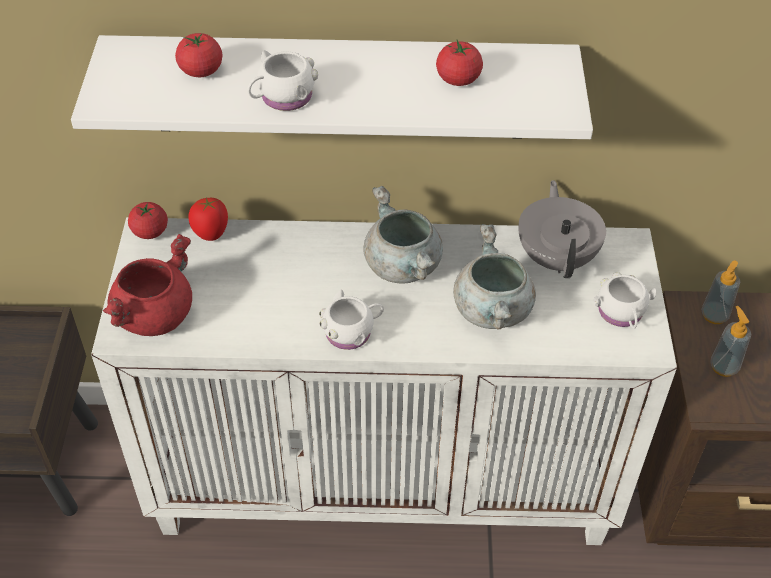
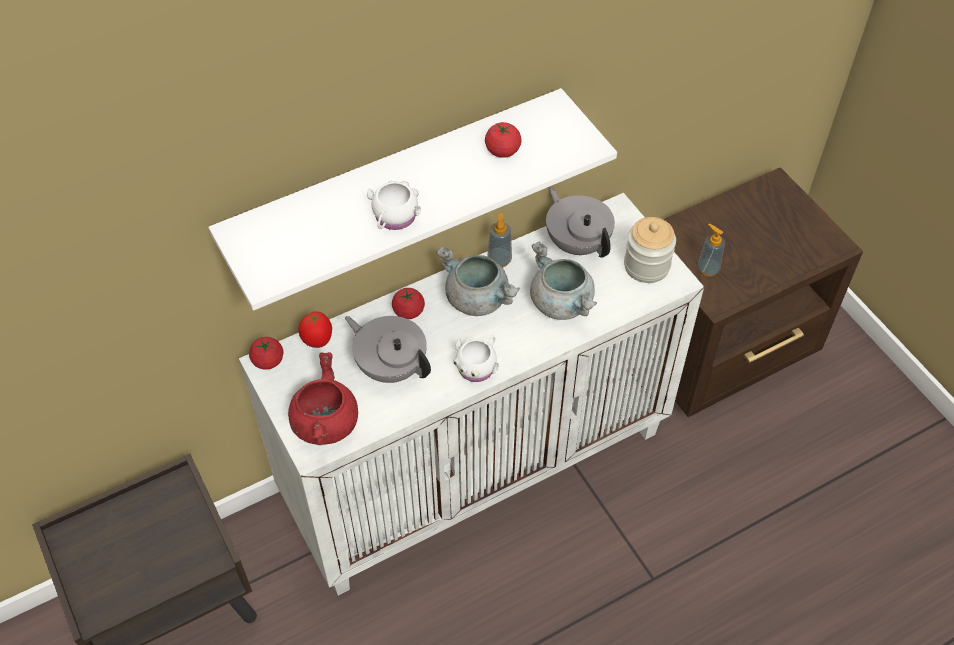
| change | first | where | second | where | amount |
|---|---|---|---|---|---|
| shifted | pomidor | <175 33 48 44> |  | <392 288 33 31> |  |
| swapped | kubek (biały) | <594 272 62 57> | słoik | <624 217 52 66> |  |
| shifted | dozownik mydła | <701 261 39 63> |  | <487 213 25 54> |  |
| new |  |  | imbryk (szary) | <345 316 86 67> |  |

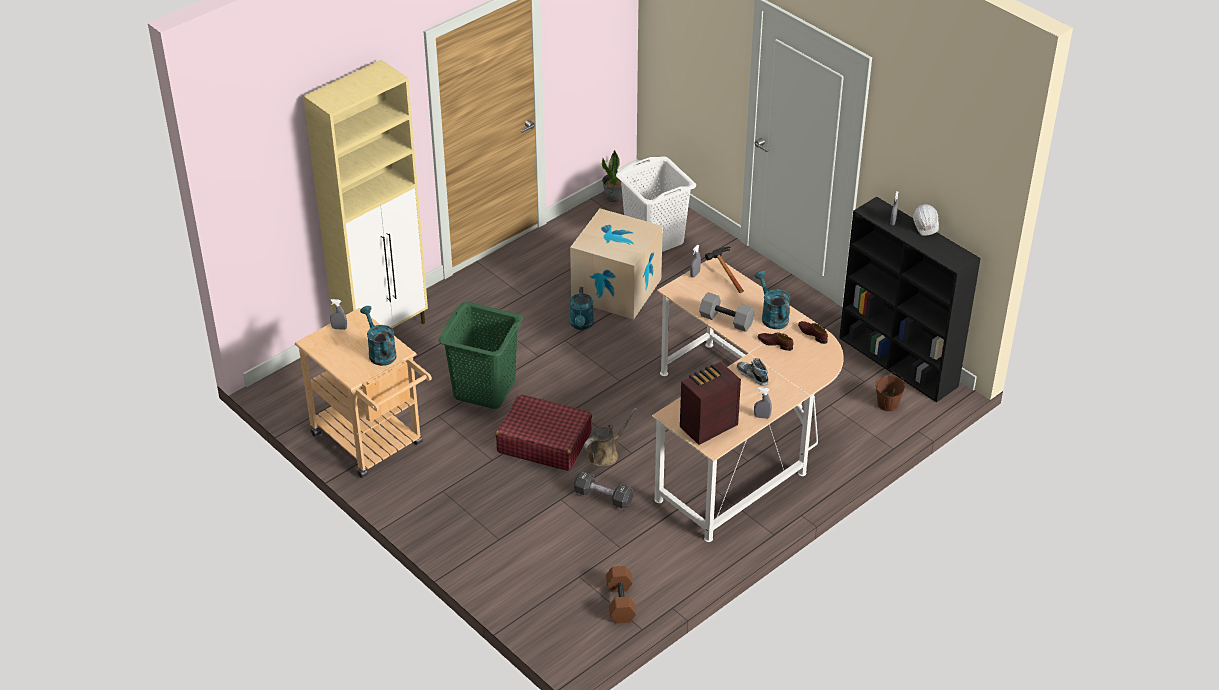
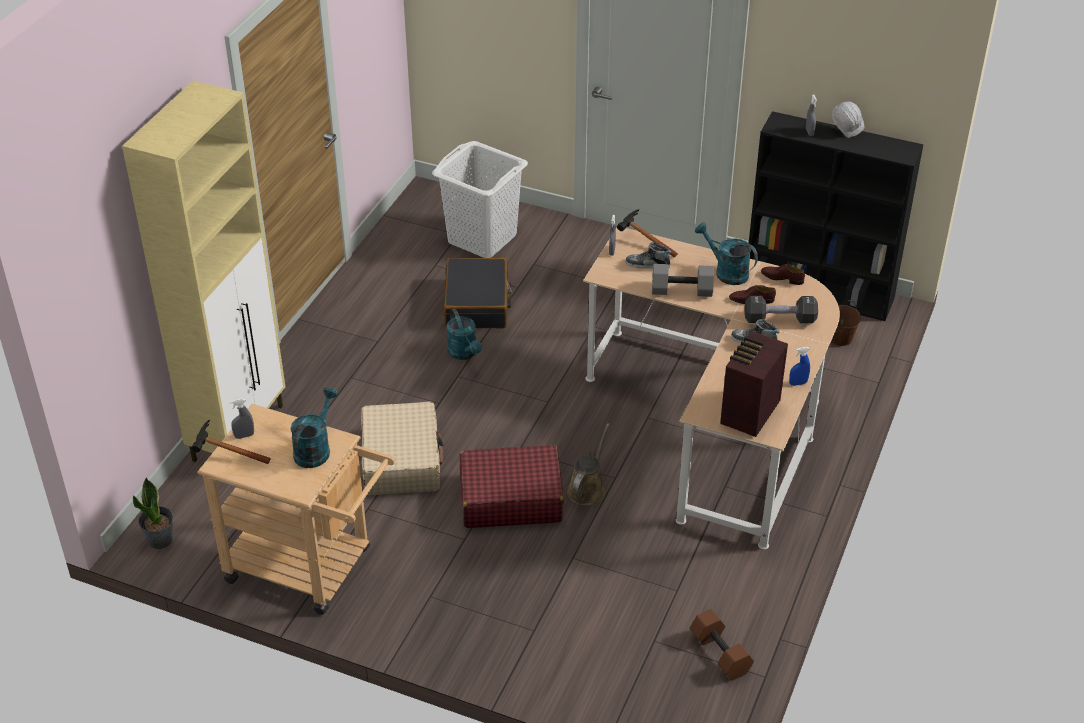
| change | first | where | second | where | amount |
|---|---|---|---|---|---|
| rotated | konewka (turkusowy) | <360 306 36 60> |  | <290 387 48 81> | 75 degrees clockwise |
| swapped | kosz na pranie (zielony) | <438 302 85 107> | walizka (beżowy) | <361 401 82 94> |  |
| swapped | karton | <570 209 93 110> | walizka (czarny) | <443 258 69 70> |  |
| shifted | hantel (czarny) | <574 471 59 38> |  | <745 296 73 28> |  |
| shifted | roślina doniczkowa | <602 150 20 52> |  | <133 477 40 72> |  |
| repainted | spryskiwacz (szary) | <754 387 18 32> | spryskiwacz (niebieski) | <789 347 21 39> |  |
| new |  |  | młotek | <192 420 79 44> |  |
| new |  |  | but | <626 242 45 27> |  |

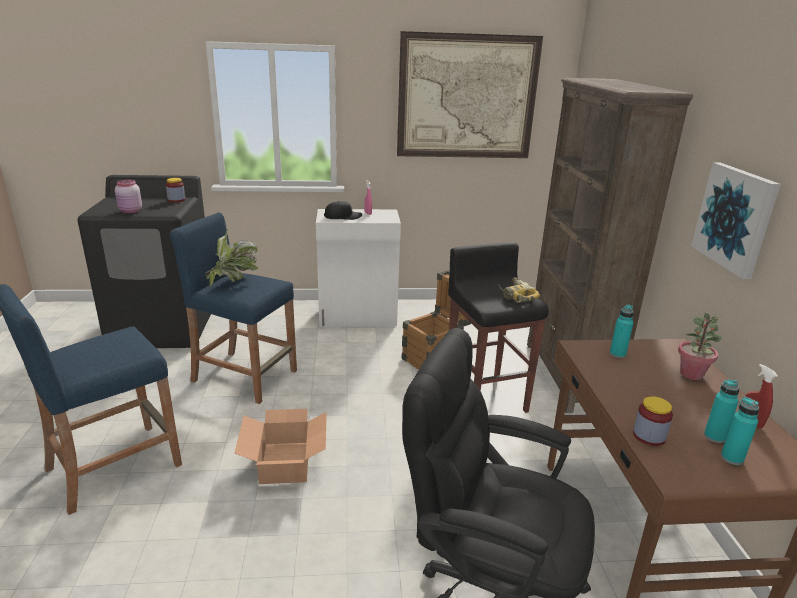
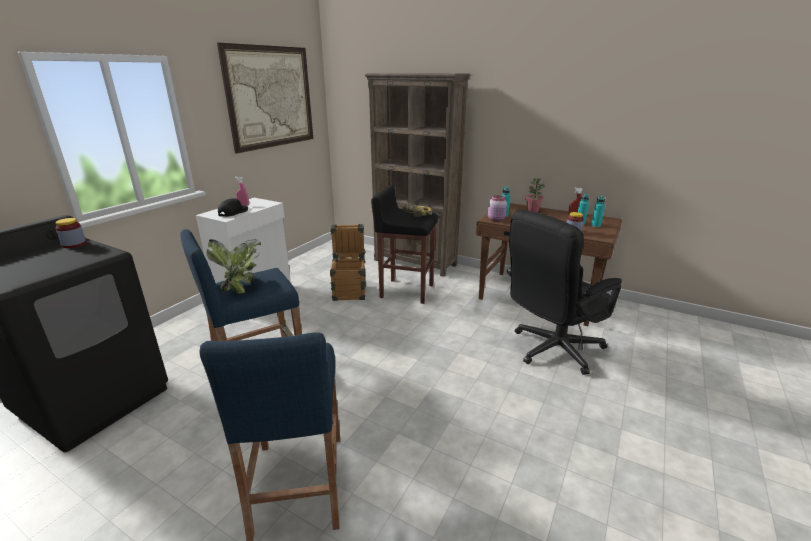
| change | first | where | second | where | amount |
|---|---|---|---|---|---|
| shifted | słoik (różowy) | <115 180 27 34> |  | <488 195 19 27> |  |
| gone | karton | <234 409 93 75> |  |  |  |
| gone | obraz | <691 162 90 117> |  |  |  |

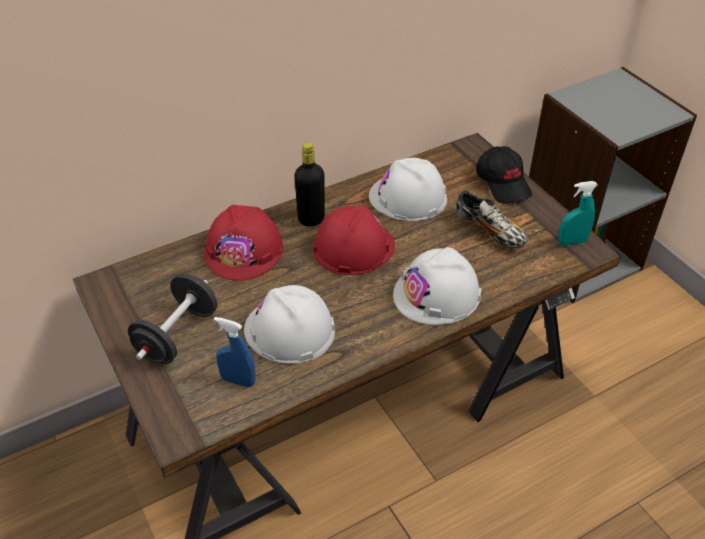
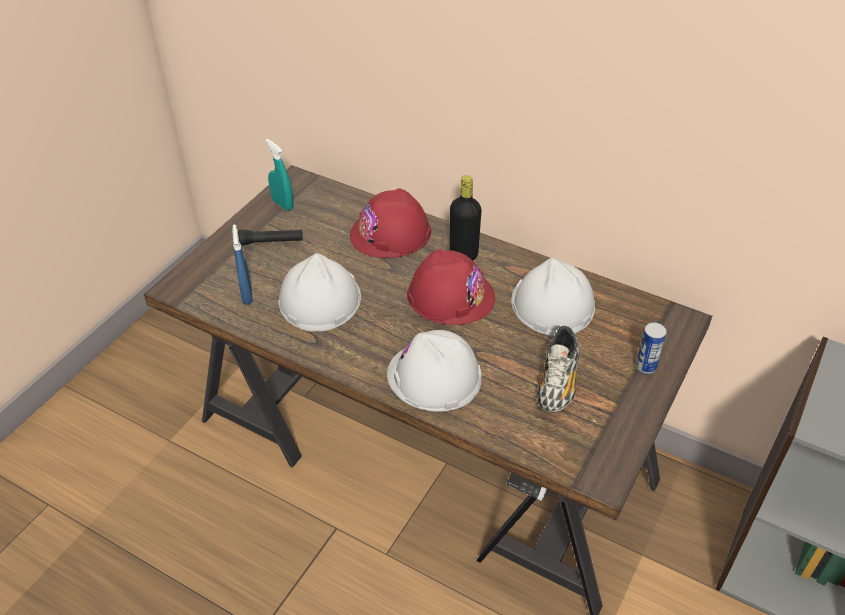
| change | first | where | second | where | amount |
|---|---|---|---|---|---|
| swapped | hantel (czarny) | <128 274 89 90> | latarka (czarny) | <238 230 64 15> |  |
| swapped | czapka z daszkiem (czarny) | <476 146 56 58> | puszka | <636 323 31 51> |  |
| shifted | spryskiwacz (turkusowy) | <558 181 40 65> |  | <266 139 28 72> |  |

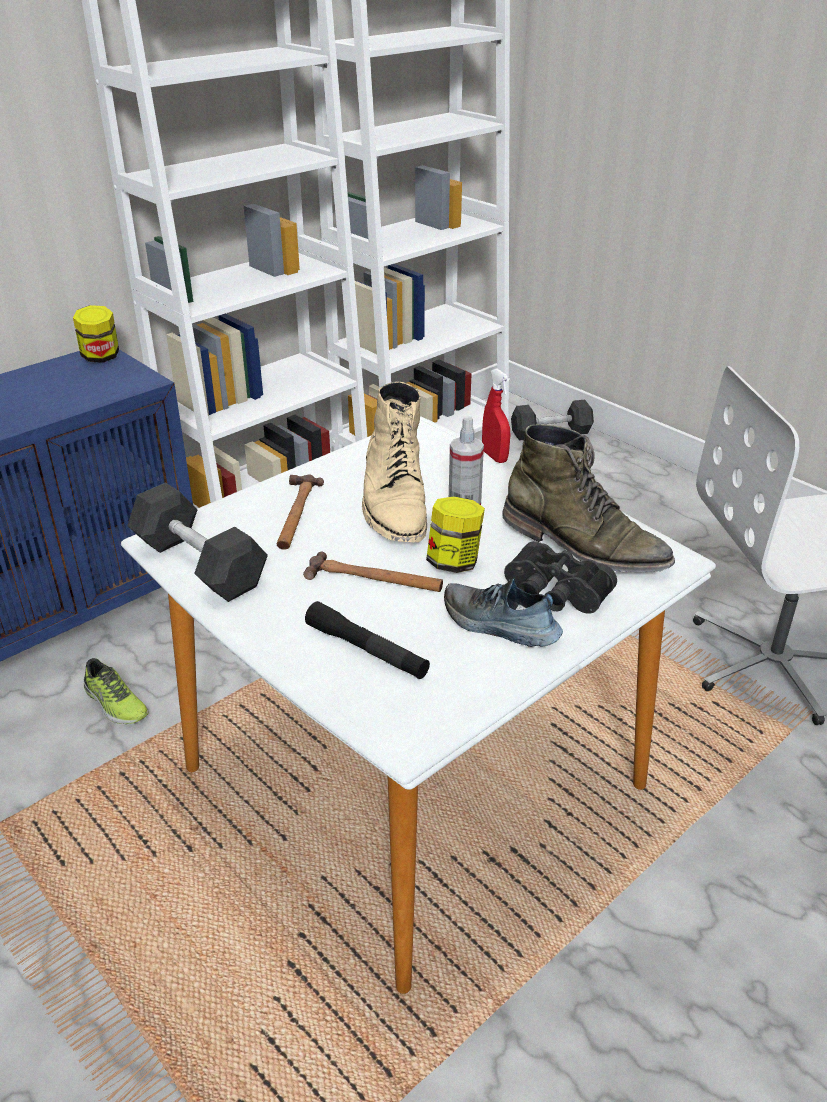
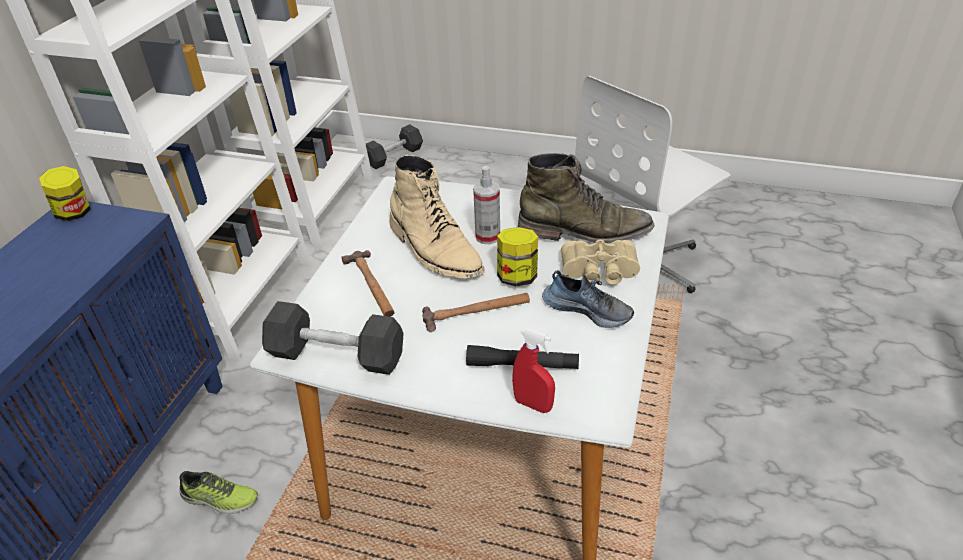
| change | first | where | second | where | amount |
|---|---|---|---|---|---|
| rotated | but | <444 578 119 69> |  | <542 270 92 58> | 150 degrees counterclockwise |
| shifted | spryskiwacz (czerwony) | <482 368 28 95> |  | <512 328 43 85> |  |
| repainted | lornetka (czarny) | <504 541 113 73> | lornetka (beżowy) | <561 240 79 45> |  |

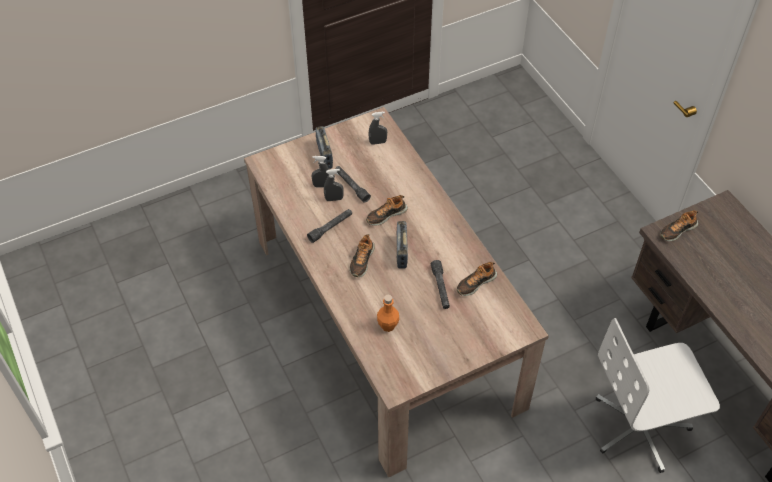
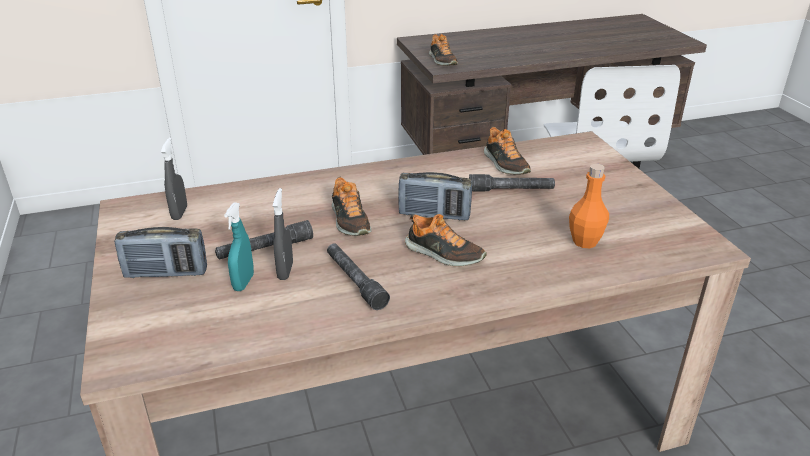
| change | first | where | second | where | amount |
|---|---|---|---|---|---|
| repainted | spryskiwacz (szary) | <312 156 17 32> | spryskiwacz (turkusowy) | <224 202 30 89> |  |

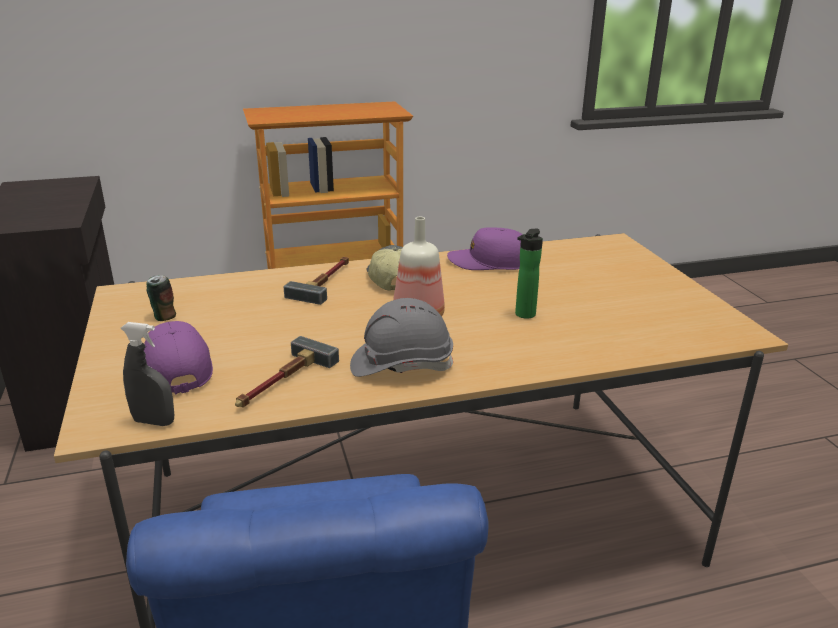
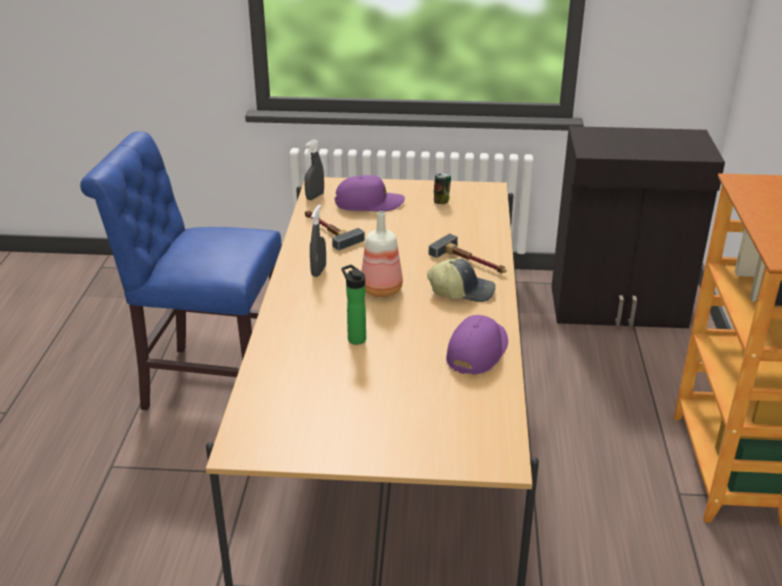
| change | first | where | second | where | amount |
|---|---|---|---|---|---|
| swapped | kask (szary) | <350 298 103 79> | spryskiwacz (szary) | <310 204 16 73> |  |

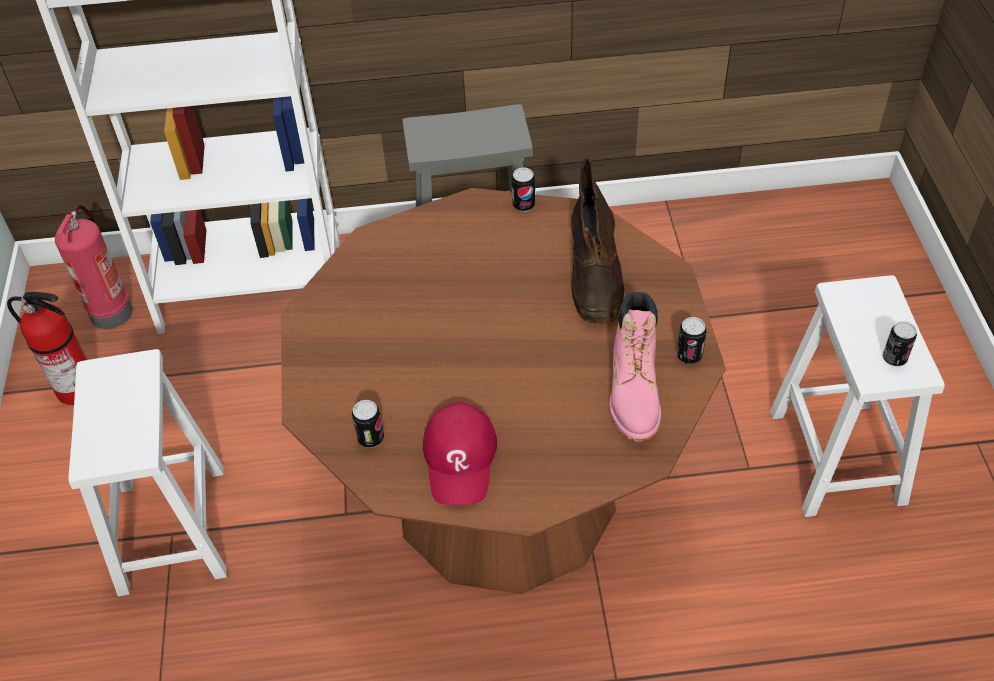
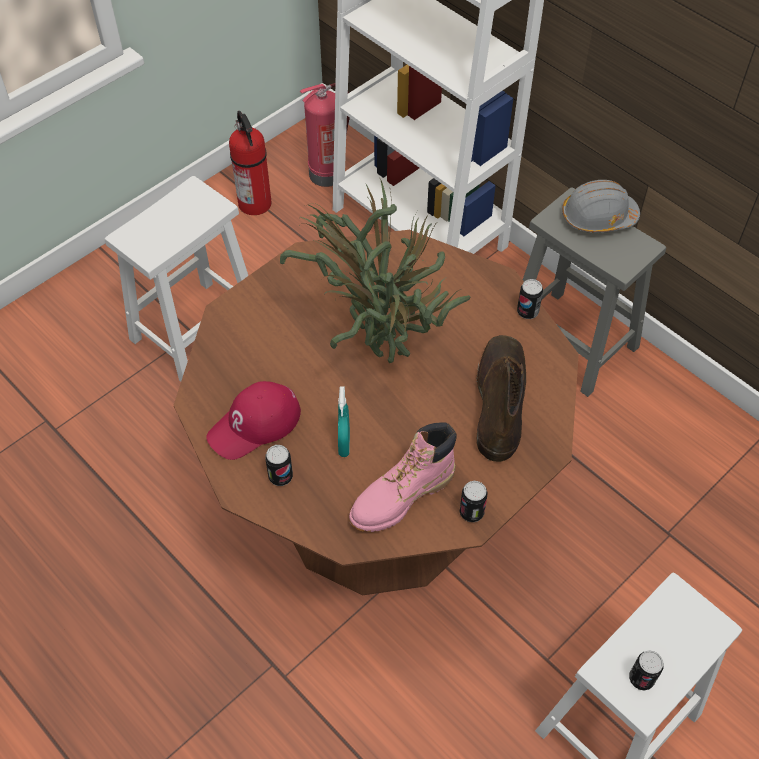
| change | first | where | second | where | amount |
|---|---|---|---|---|---|
| shifted | puszka | <352 400 32 48> |  | <265 445 28 41> |  |
| rotated | but z cholewką (brązowy) | <571 157 54 167> |  | <477 335 49 127> | 135 degrees clockwise |
| new |  |  | roślina doniczkowa | <280 177 190 186> |  |
| new |  |  | spryskiwacz (turkusowy) | <338 387 12 70> |  |
| new |  |  | kask (szary) | <562 180 78 53> |  |

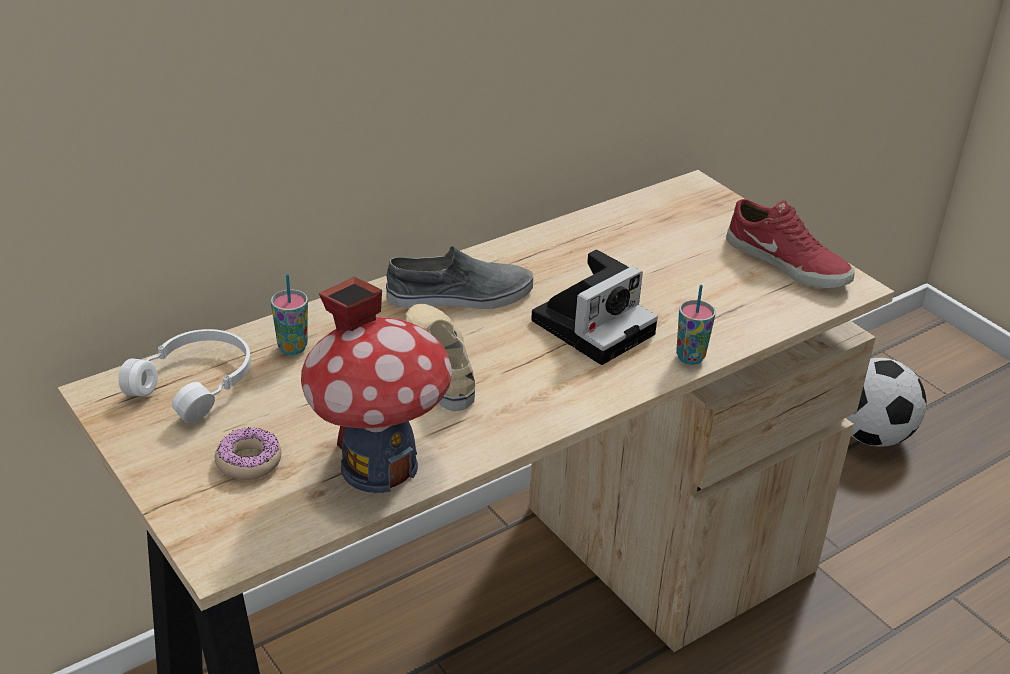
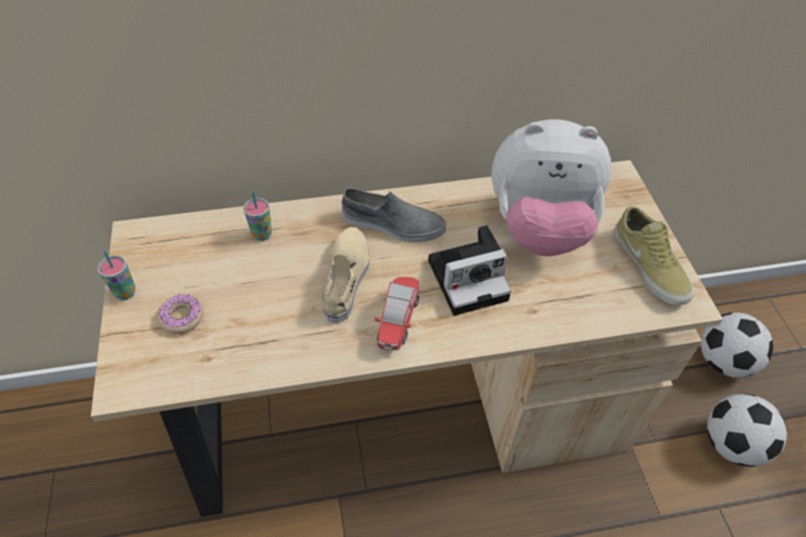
| change | first | where | second | where | amount |
|---|---|---|---|---|---|
| gone | słuchawki (biały) | <118 329 133 94> |  |  |  |
| gone | domek | <301 276 151 217> |  |  |  |
| shifted | filiżanka | <676 285 40 80> |  | <98 251 38 49> |  |
| repainted | but (czerwony) | <726 199 129 89> | but (beżowy) | <614 206 80 99> |  |
| new |  |  | samochodzik | <375 277 44 73> |  |
| new |  |  | pluszak | <492 119 119 137> |  |
| new |  |  | piłka futbolowa | <707 394 80 73> |  |

